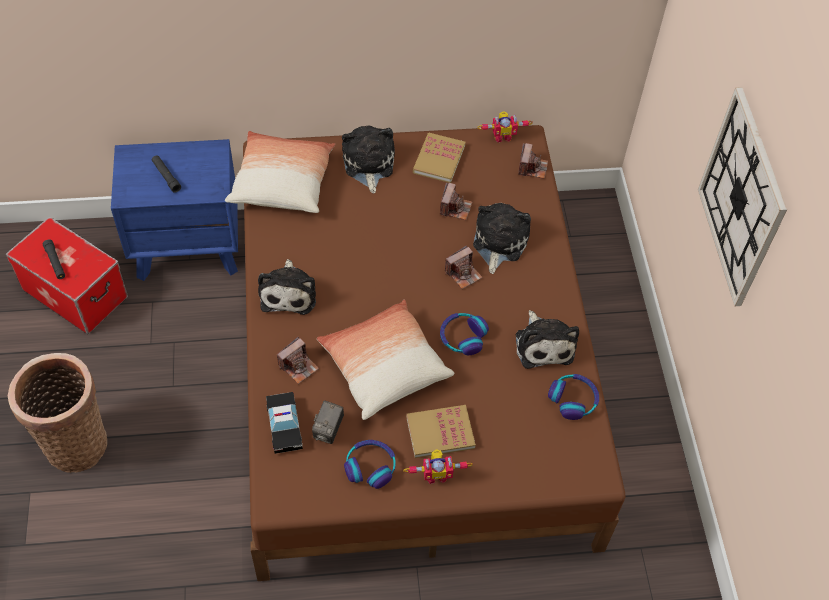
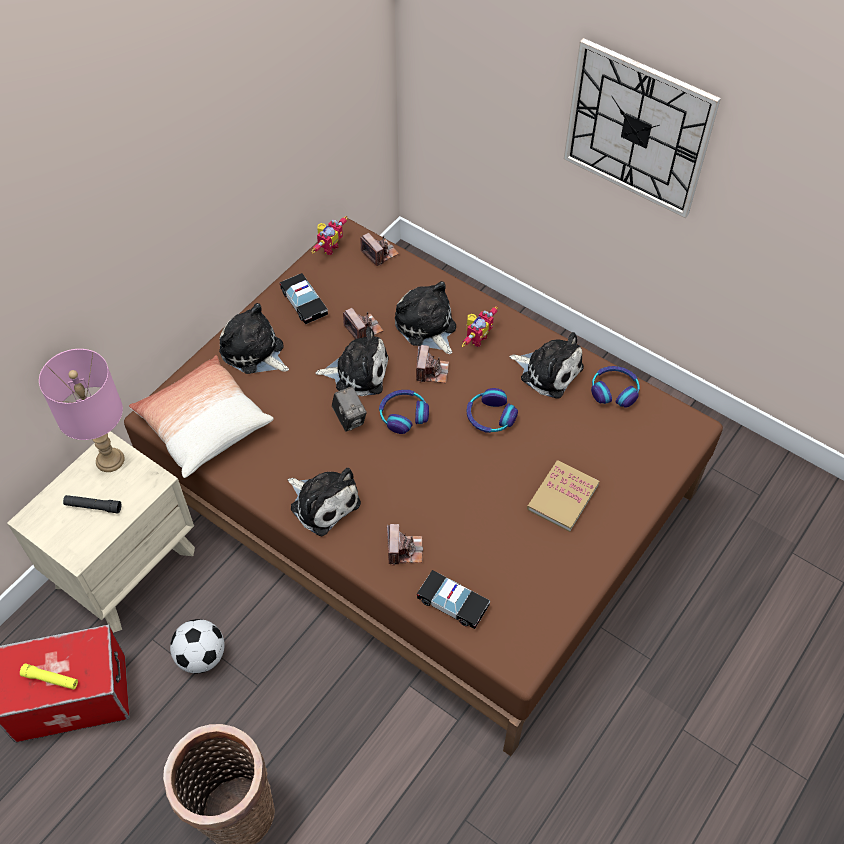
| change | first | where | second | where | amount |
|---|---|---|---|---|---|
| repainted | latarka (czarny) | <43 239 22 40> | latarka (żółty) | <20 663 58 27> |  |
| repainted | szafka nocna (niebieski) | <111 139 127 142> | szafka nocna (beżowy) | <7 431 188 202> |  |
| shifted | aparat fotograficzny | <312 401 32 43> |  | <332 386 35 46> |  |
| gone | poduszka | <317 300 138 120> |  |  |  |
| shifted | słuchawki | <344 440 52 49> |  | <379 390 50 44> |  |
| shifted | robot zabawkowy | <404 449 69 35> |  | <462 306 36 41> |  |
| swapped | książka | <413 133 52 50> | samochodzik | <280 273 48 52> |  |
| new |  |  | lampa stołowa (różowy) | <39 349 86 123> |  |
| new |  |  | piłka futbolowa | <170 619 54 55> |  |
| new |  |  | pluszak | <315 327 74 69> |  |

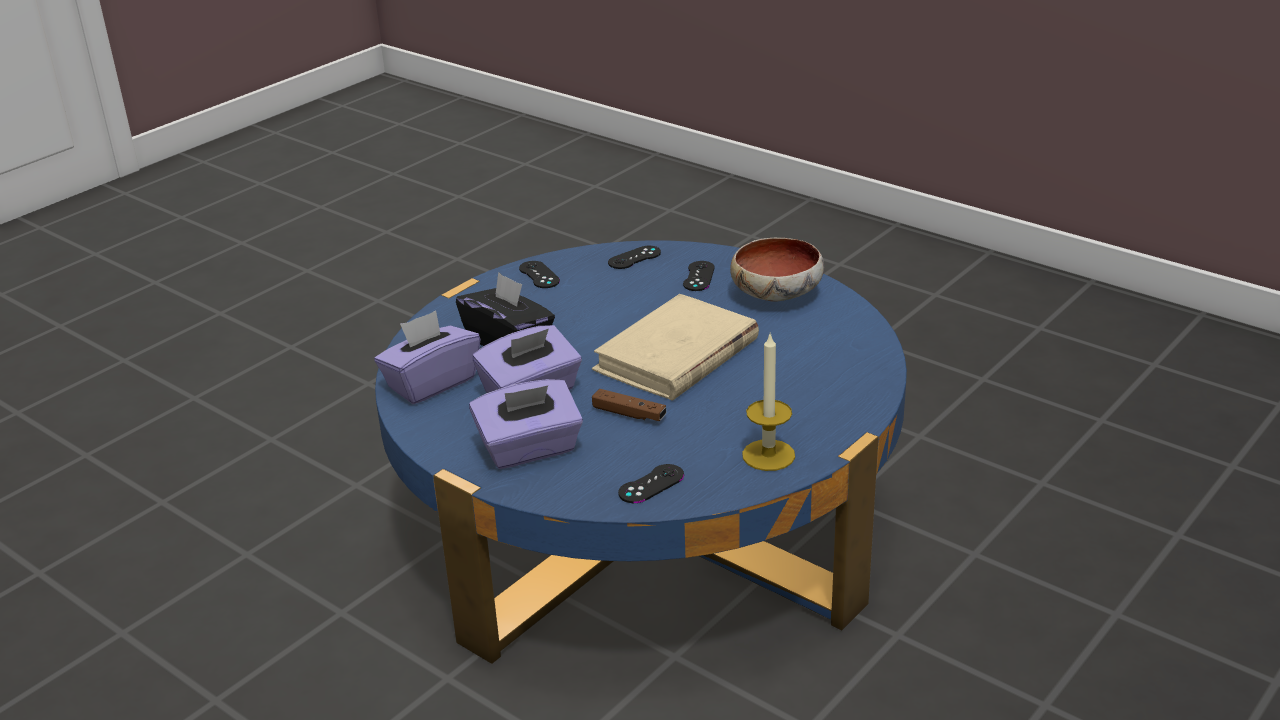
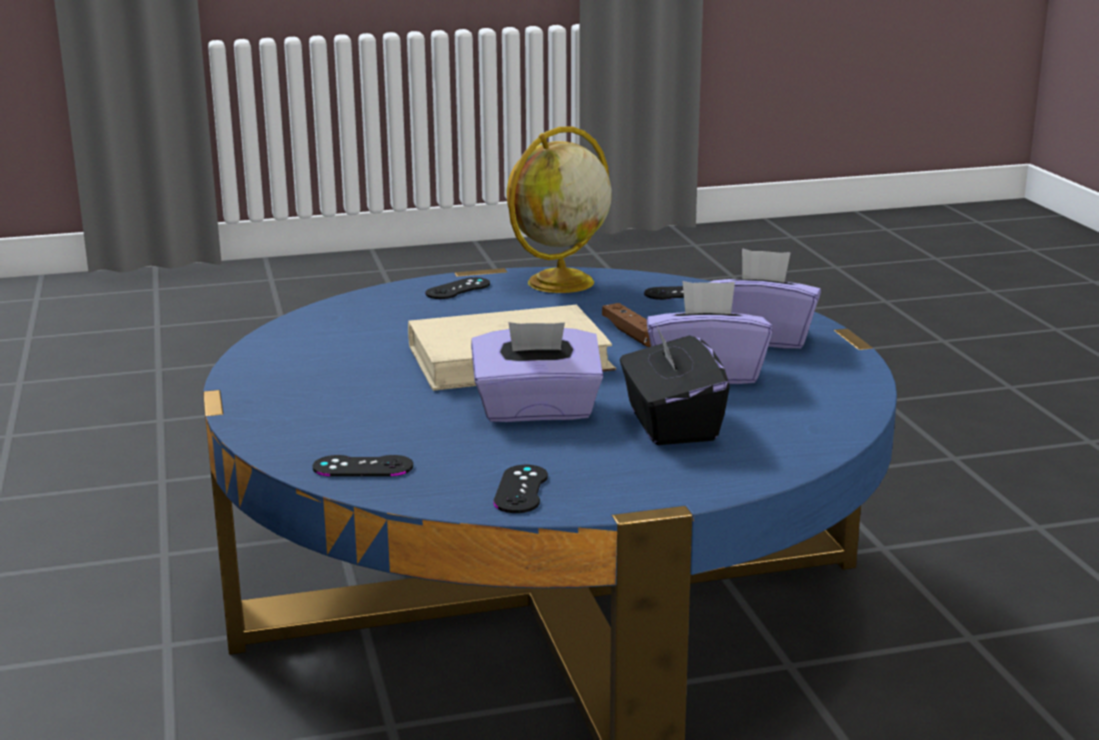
| change | first | where | second | where | amount |
|---|---|---|---|---|---|
| shifted | pudełko chusteczek (fioletowy) | <374 310 107 94> |  | <471 322 132 100> |  |
| shifted | pad do gier (czarny) | <683 261 32 30> |  | <425 277 65 22> |  |
| gone | miska | <730 238 94 64> |  |  |  |
| swapped | świeca | <742 334 53 137> | globus | <506 126 106 167> |  |

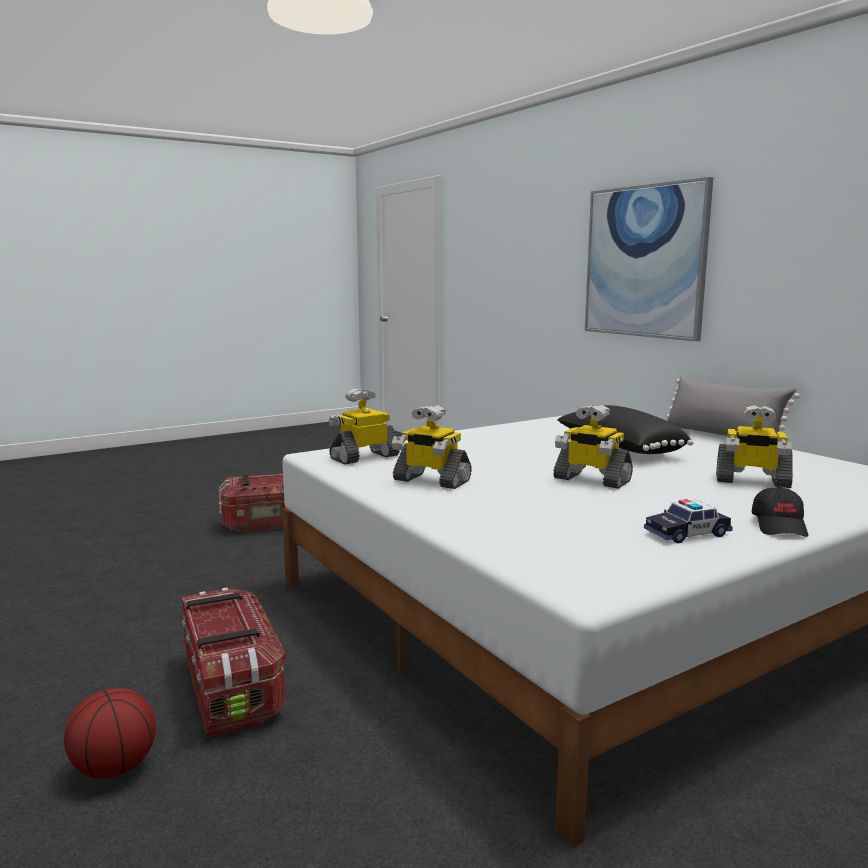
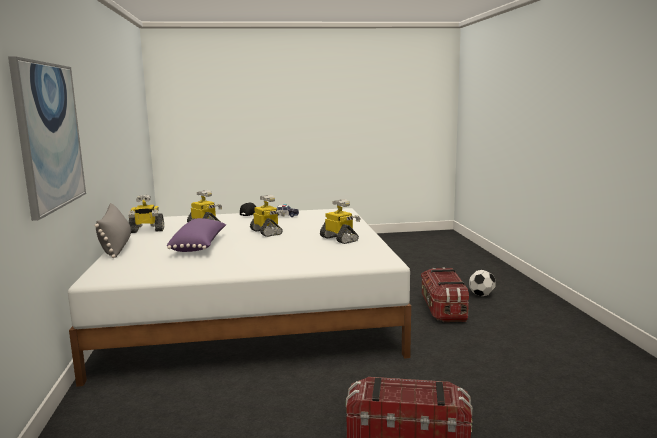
| change | first | where | second | where | amount |
|---|---|---|---|---|---|
| swapped | piłka do koszykówki | <64 688 92 91> | piłka futbolowa | <469 270 27 26> |  |
| shifted | robot zabawkowy | <329 388 71 76> |  | <128 195 36 38> |  |
| repainted | poduszka (czarny) | <557 405 137 49> | poduszka (fioletowy) | <167 218 59 34> |  |

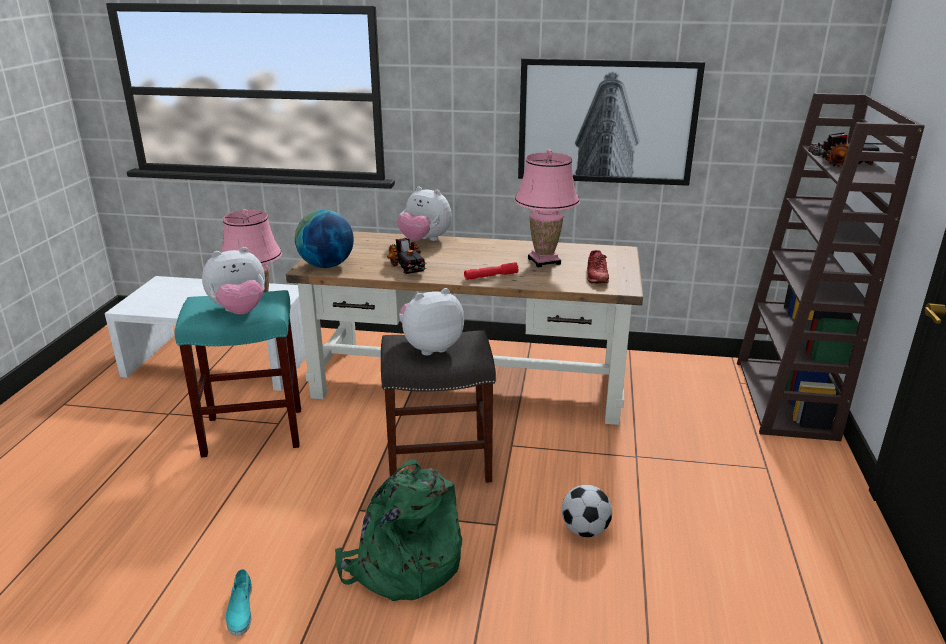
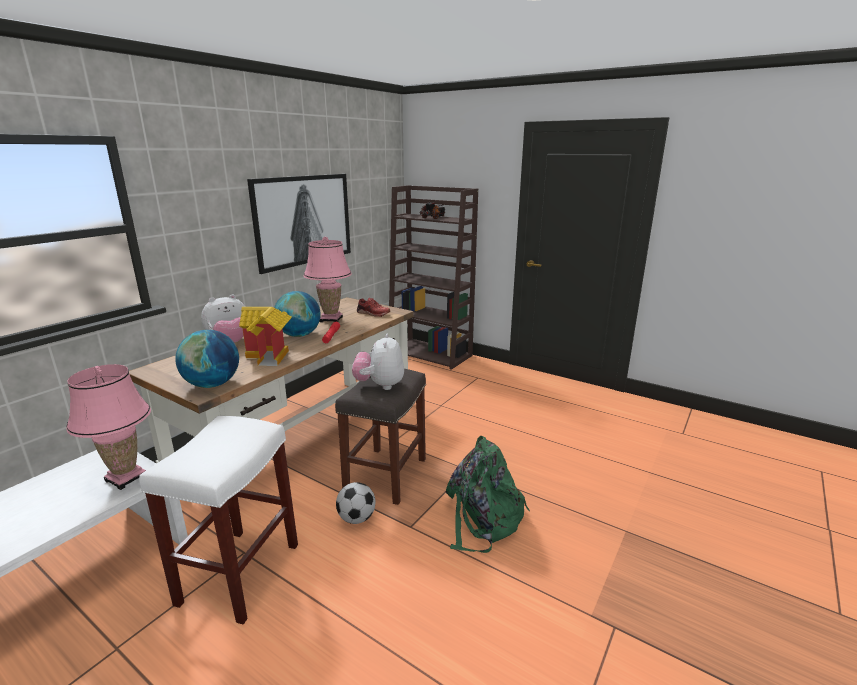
| change | first | where | second | where | amount |
|---|---|---|---|---|---|
| repainted | stołek (turkusowy) | <175 290 126 168> | stołek (biały) | <139 416 159 209> |  |
| gone | pluszak | <202 247 63 68> |  |  |  |
| gone | but (turkusowy) | <226 569 26 67> |  |  |  |
| swapped | ciężarówka zabawkowa | <387 238 40 36> | domek | <239 307 53 59> |  |
| shifted | piłka futbolowa | <562 485 50 52> |  | <336 482 40 42> |  |
| new |  |  | globus | <274 291 47 46> |  |

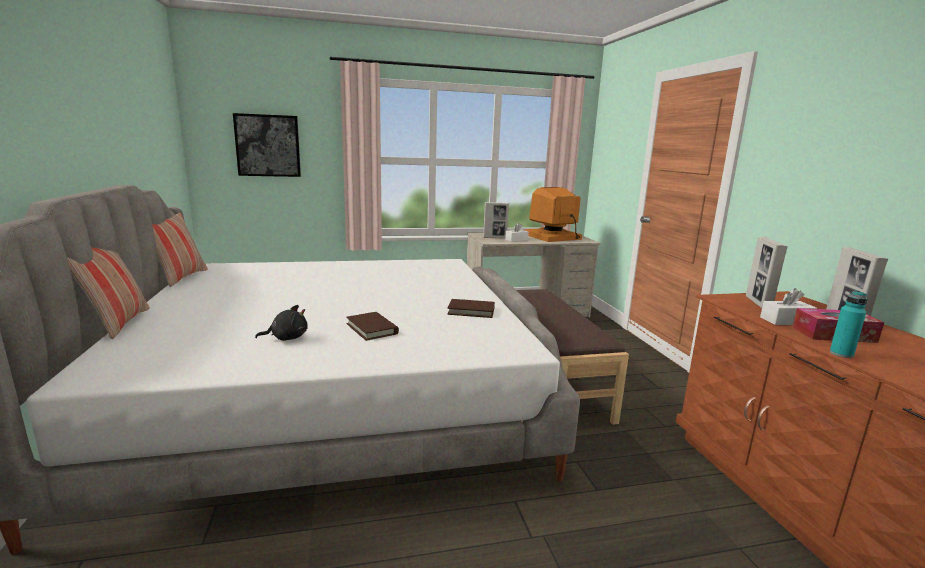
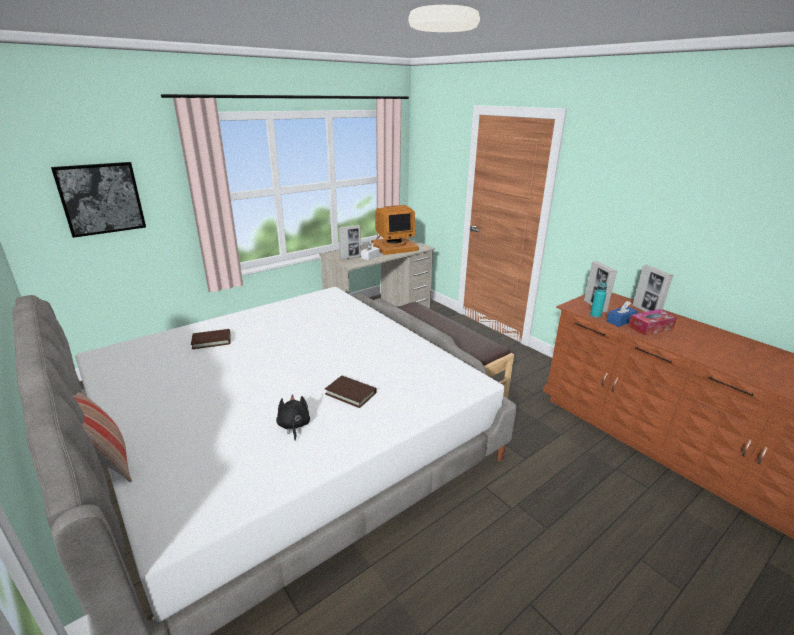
| change | first | where | second | where | amount |
|---|---|---|---|---|---|
| gone | poduszka | <152 213 56 74> |  |  |  |
| rotated | pluszak (czarny) | <255 305 53 36> |  | <276 395 34 46> | 60 degrees counterclockwise |
| shifted | książka (brązowy) | <447 299 48 19> |  | <191 329 39 20> |  |
| rotated | monitor | <524 187 58 55> |  | <371 205 47 50> | 150 degrees counterclockwise |
| repainted | pudełko chusteczek (biały) | <760 288 57 37> | pudełko chusteczek (niebieski) | <607 301 31 26> |  |
| shifted | butelka (turkusowy) | <830 290 37 68> |  | <590 282 17 36> |  |

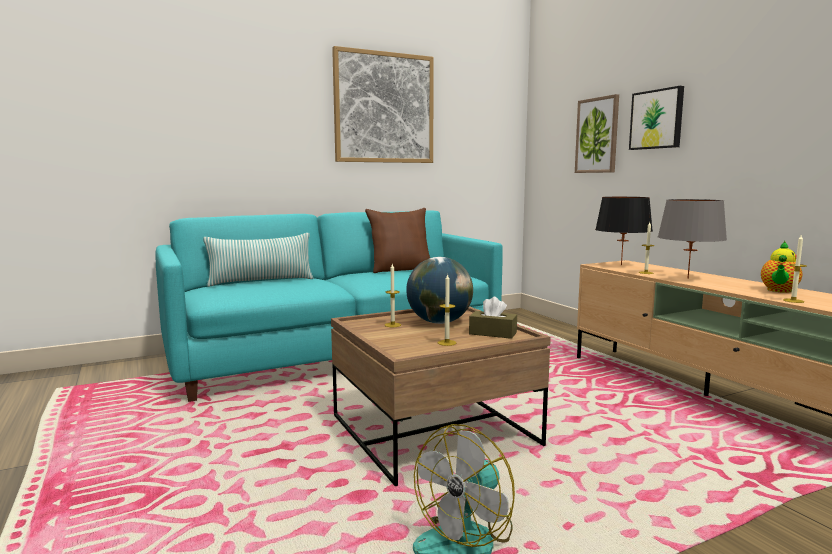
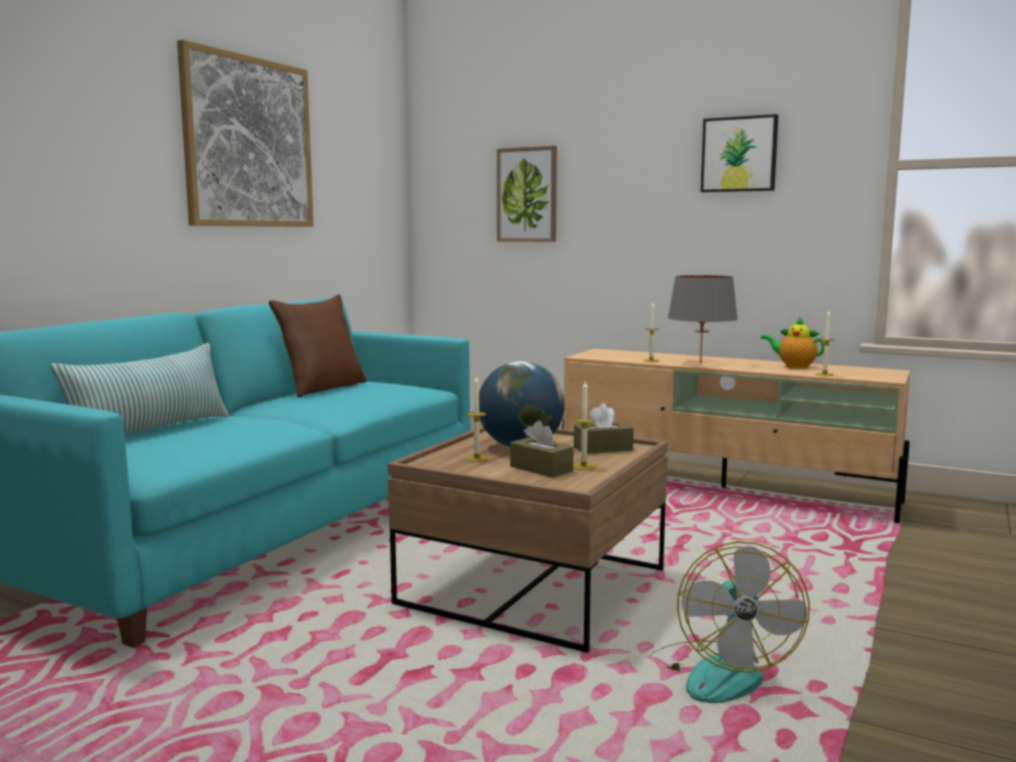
| change | first | where | second | where | amount |
|---|---|---|---|---|---|
| gone | lampa stołowa (czarny) | <595 197 58 69> |  |  |  |
| shifted | obraz | <629 86 55 64> |  | <701 114 78 78> |  |
| rotated | imbryk | <761 241 41 52> |  | <761 317 63 52> | 120 degrees clockwise |
| new |  |  | pudełko chusteczek (brązowy) | <510 421 64 57> |  |

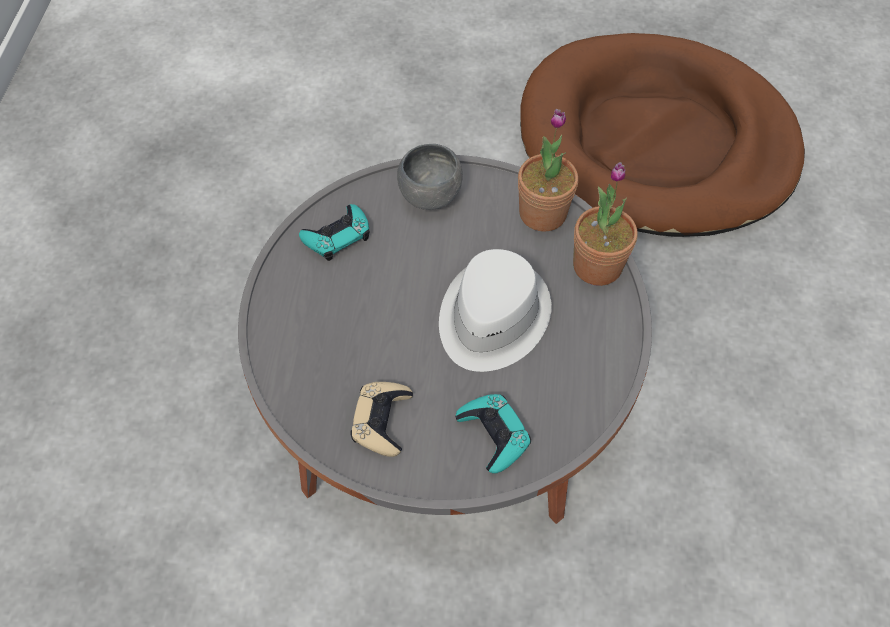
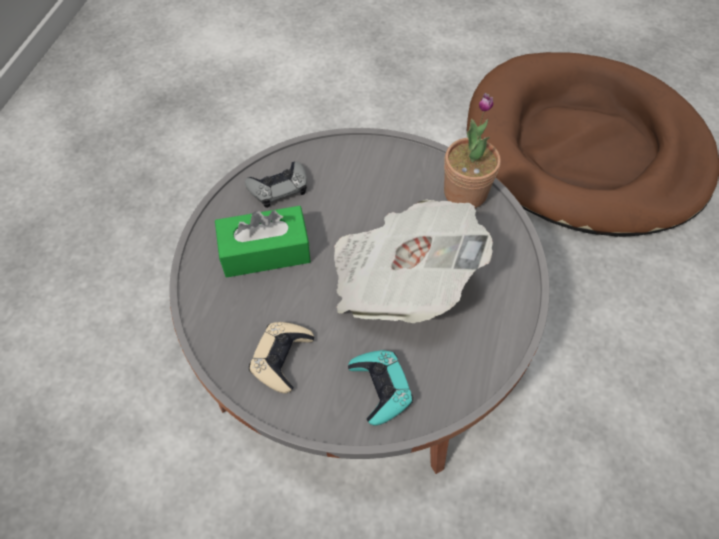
| change | first | where | second | where | amount |
|---|---|---|---|---|---|
| repainted | pad do gier (turkusowy) | <299 204 71 57> | pad do gier (szary) | <245 161 62 47> |  |
| gone | miska (szary) | <397 144 66 66> |  |  |  |
| swapped | kapelusz (biały) | <439 249 113 123> | gazeta | <334 199 159 124> |  |
| gone | roślina doniczkowa | <573 162 64 124> |  |  |  |
| new |  |  | pudełko chusteczek (zielony) | <215 206 96 72> |  |

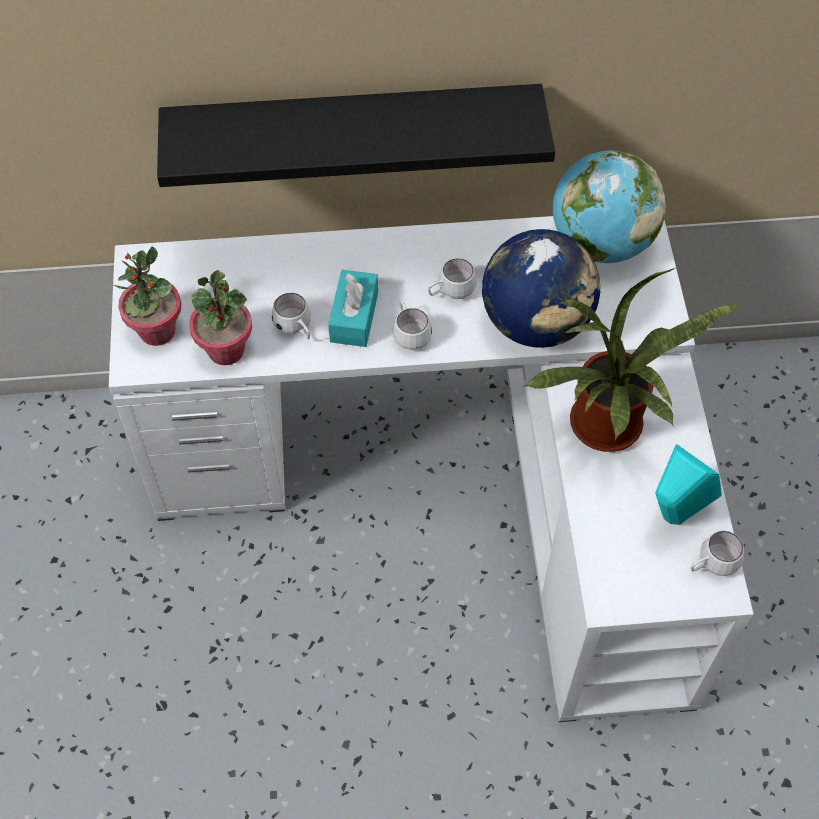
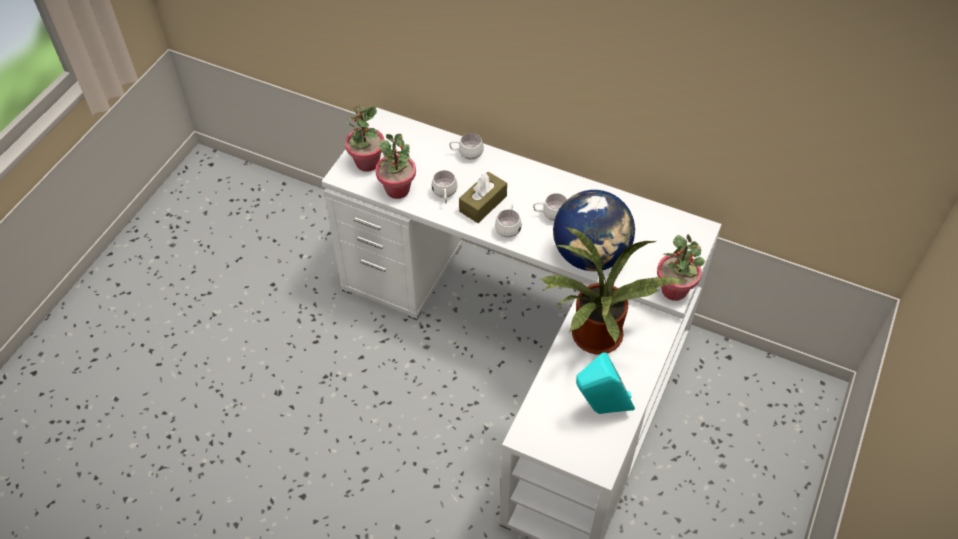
| change | first | where | second | where | amount |
|---|---|---|---|---|---|
| gone | półka (czarny) | <157 84 398 103> |  |  |  |
| repainted | pudełko chusteczek (turkusowy) | <328 270 50 77> | pudełko chusteczek (brązowy) | <459 172 48 51> |  |
| gone | globus | <553 150 113 113> |  |  |  |
| shifted | kubek (biały) | <691 530 53 46> |  | <449 133 35 27> |  |
| new |  |  | roślina doniczkowa | <657 234 48 67> |  |

